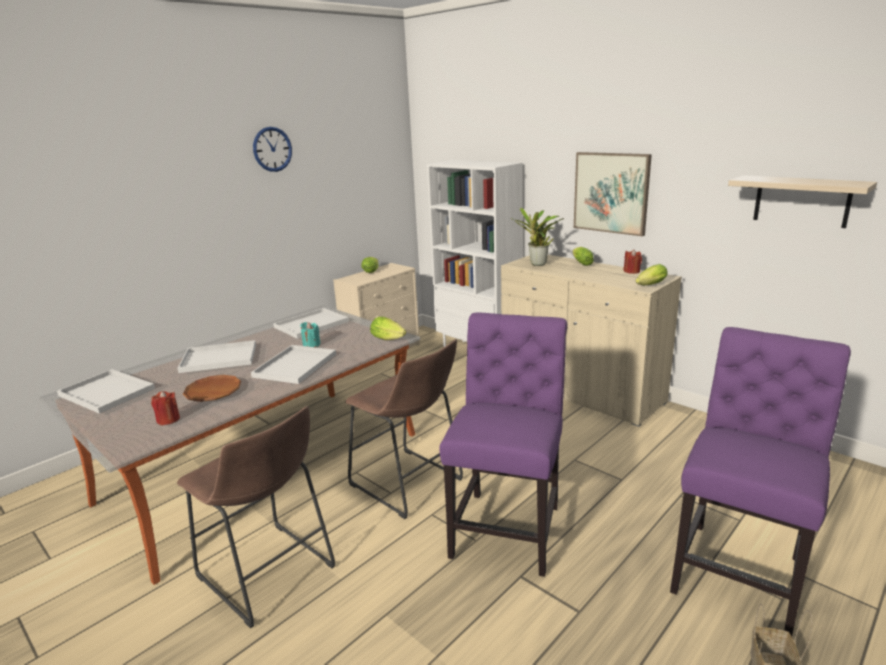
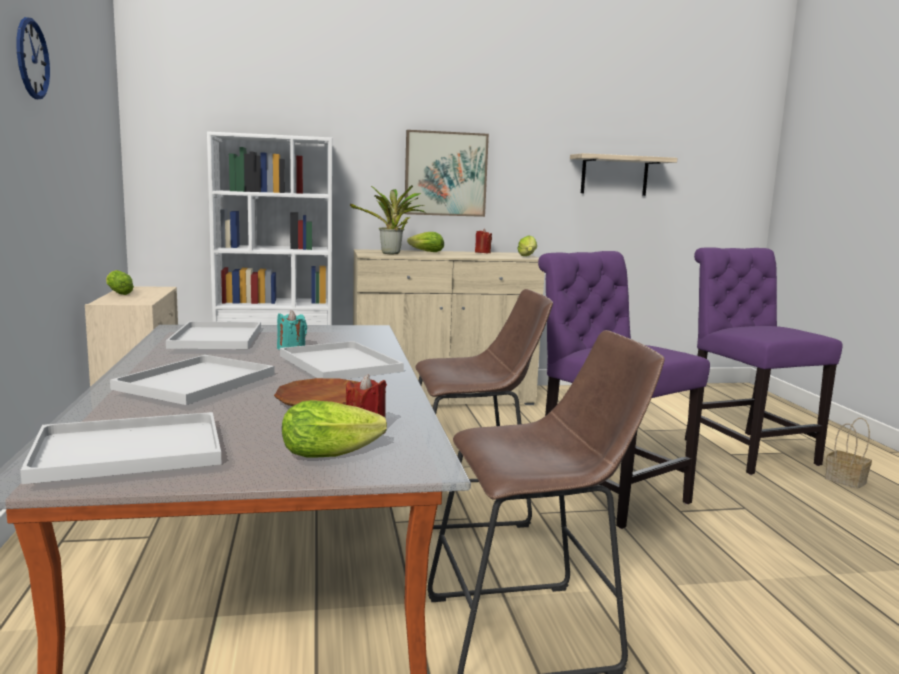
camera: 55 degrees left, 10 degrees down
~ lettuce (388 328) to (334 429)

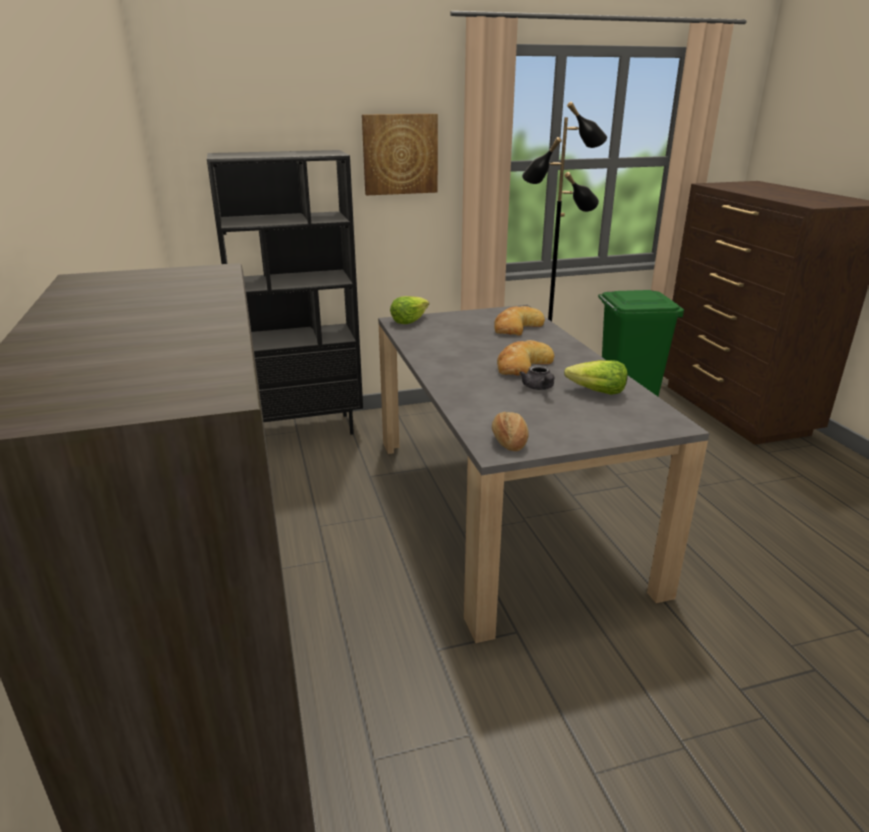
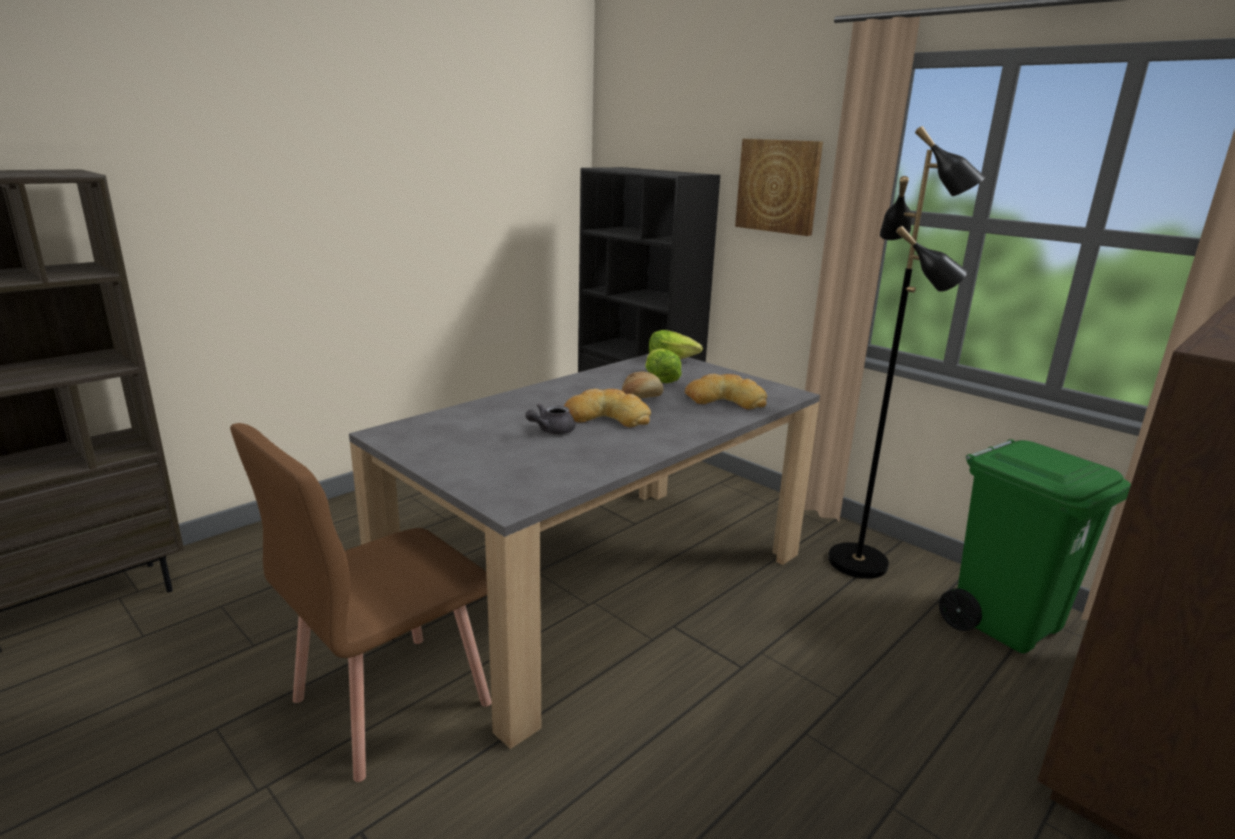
camera: 60 degrees right, 5 degrees down
+ brown chair (360 602)
~ bread (510 431) to (642 385)
~ lettuce (596 377) to (663 366)

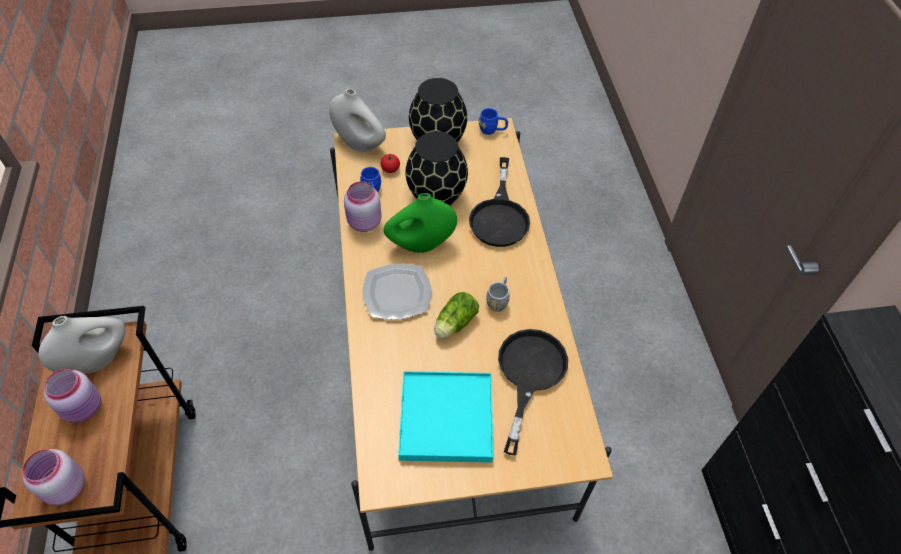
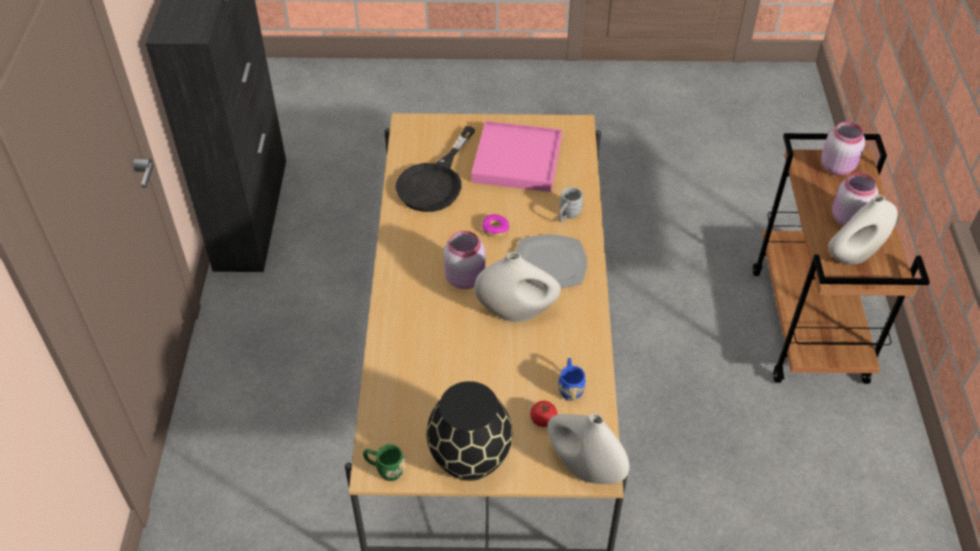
camera: 170 degrees left, 5 degrees down
- black vase (436 169)
- black frying pan (499 202)
~ pink jar (362 206) to (464 260)
~ grey mug (498 294) to (571 204)
~ lettuce (456 315) to donut (496 225)
~ green vase (420 223) to white vase (518 287)
~ turquoise tray (445 417) to pink tray (516 156)
~ blue mug (493 121) to green mug (384 462)

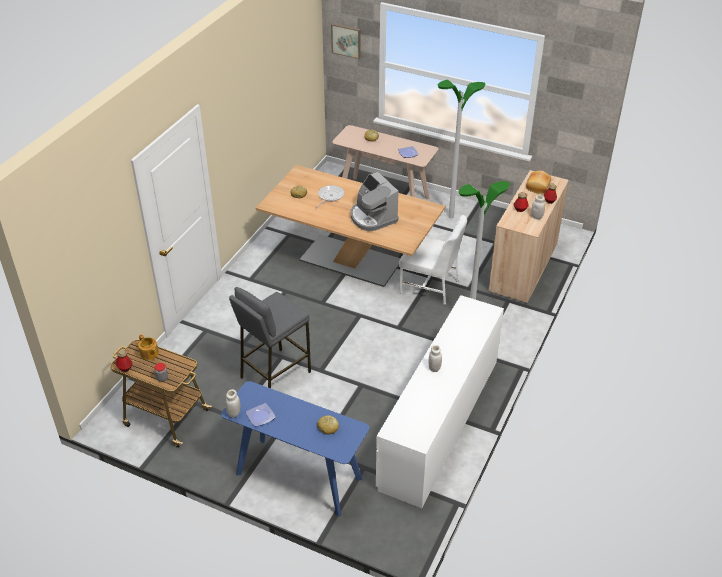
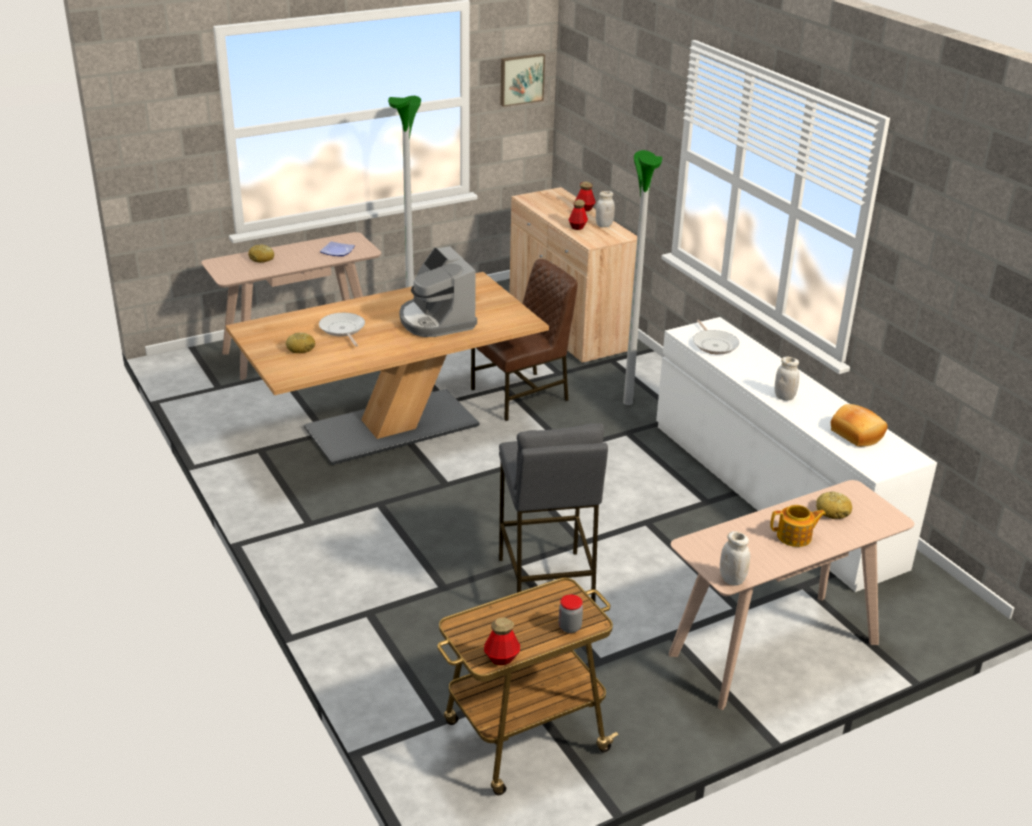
camera: 55 degrees left, 10 degrees down
- plate (261 415)
+ frying pan (716 337)
~ teapot (148 347) to (798 526)
~ picture (346 41) to (523 80)
~ bread (538 182) to (859 425)
~ blue console table (295 449) to beige console table (791 595)
~ white chair (433 260) to brown chair (524 340)
~ coffee machine (375 201) = (438 291) 60 degrees clockwise

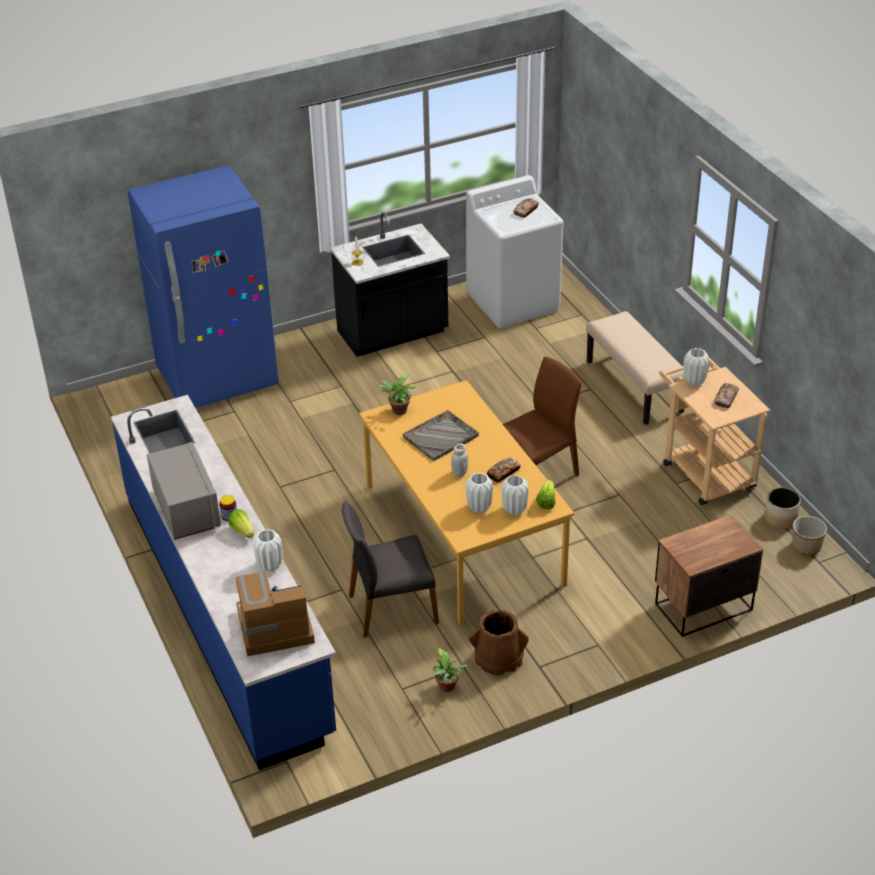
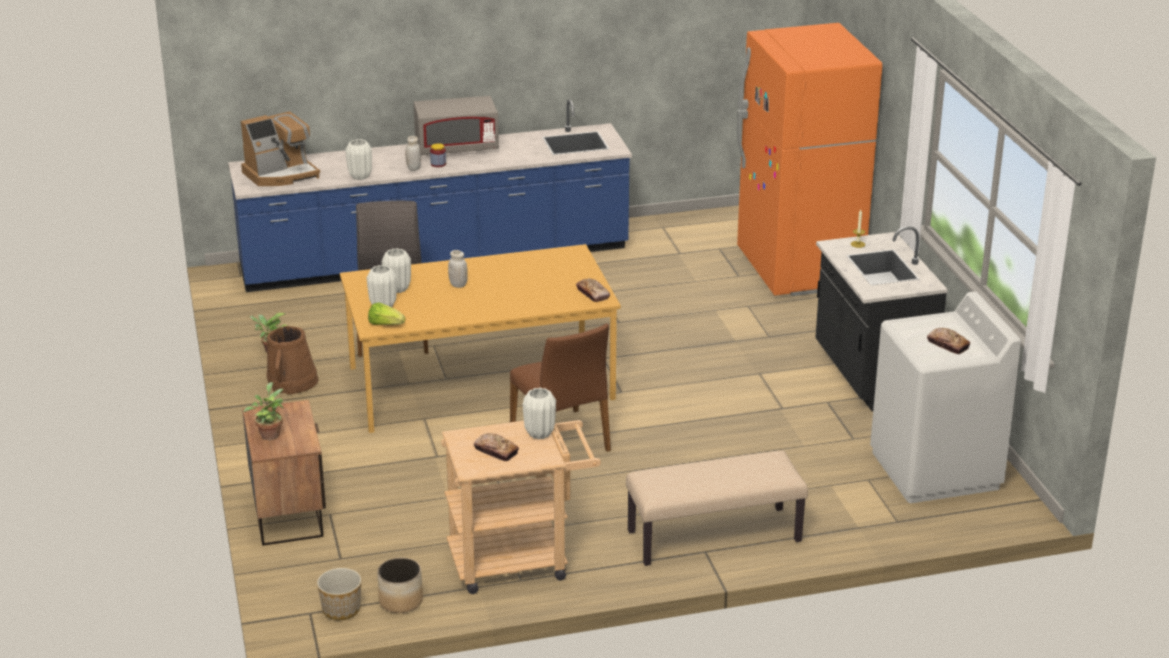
camera: 100 degrees right, 10 degrees down
- grey tray (441 435)
~ potted plant (396 394) to (263 411)
~ bread (504 470) to (593 290)
~ lettuce (241 523) to white jar (413 153)
~ blue fridge (203 287) to orange fridge (809 159)
~ coffee machine (275 613) = (280 148) 60 degrees clockwise

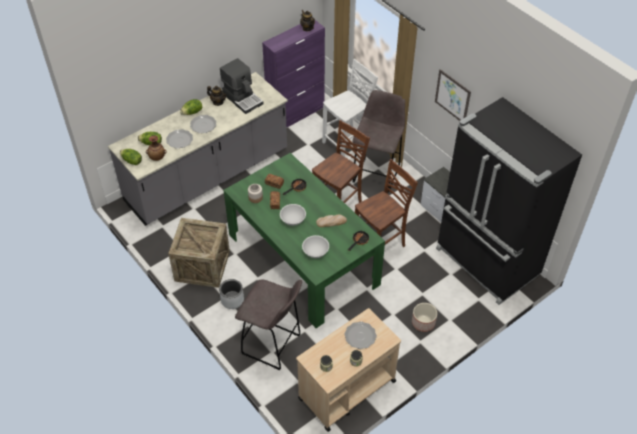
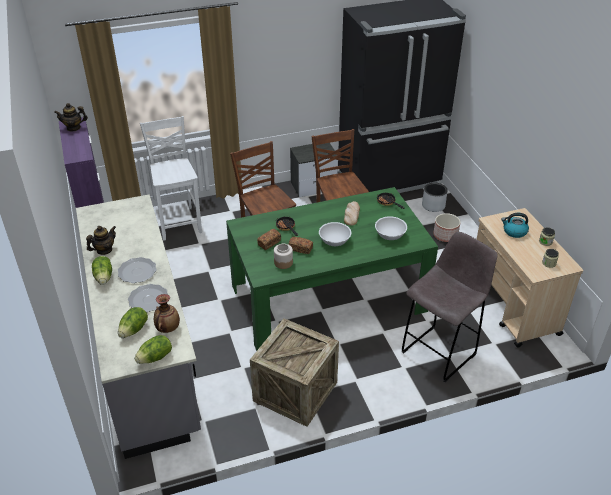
camera: 70 degrees left, 10 degrees down
- coffee machine (242 86)
- grey stool (378 141)
- picture (453 95)
~ grey planter (231 294) to (435 197)
~ plate (360 335) to kettle (515 225)

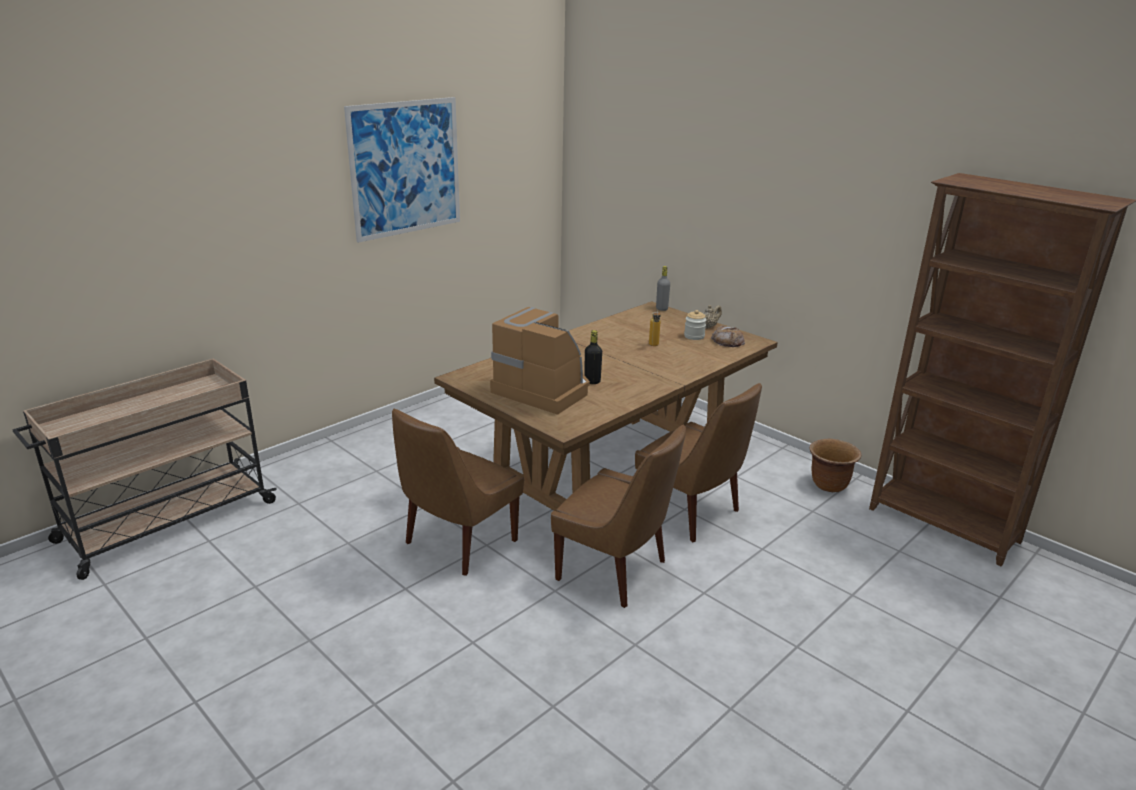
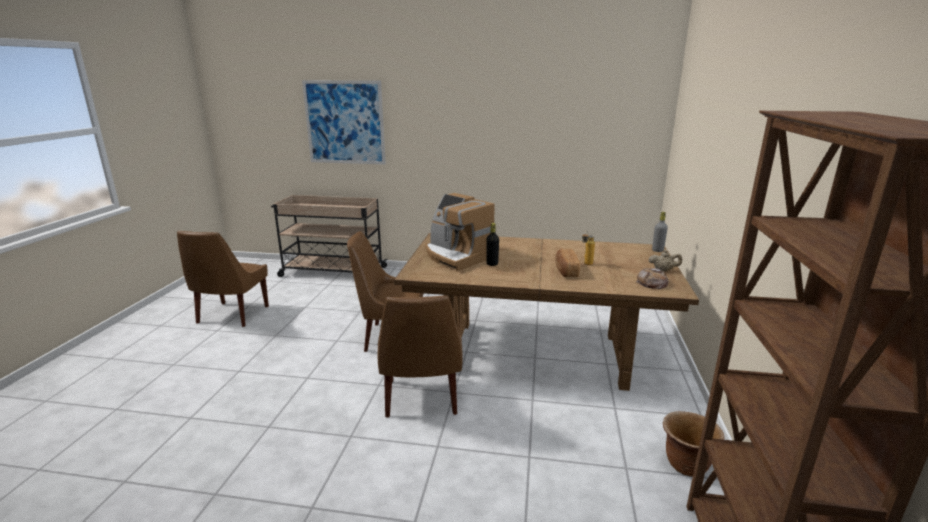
camera: 55 degrees right, 5 degrees down
- jar (695 325)
+ bread (568 263)
~ picture (402 170) to (344 122)
~ brown chair (698 462) to (223 279)
~ coffee machine (540 361) = (460 232) 135 degrees clockwise

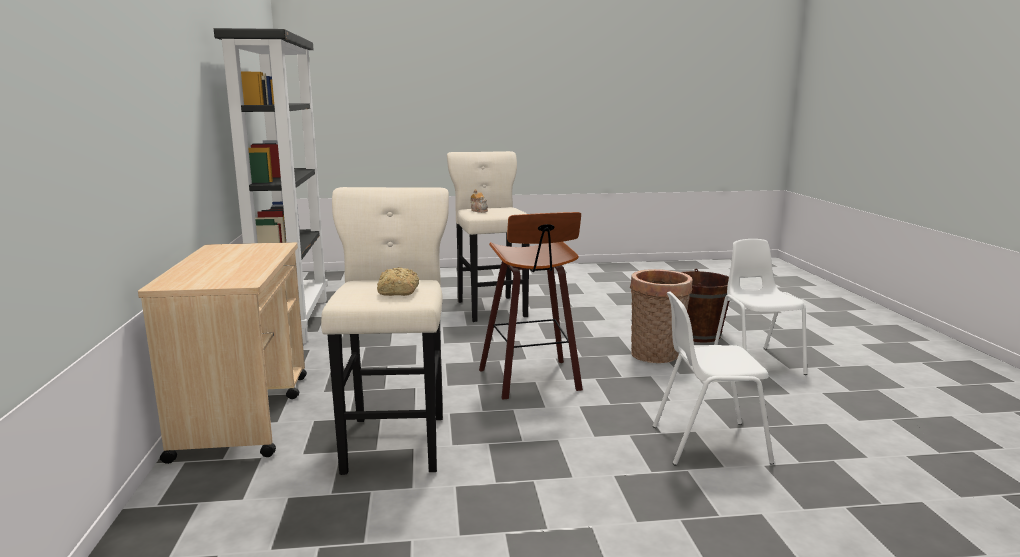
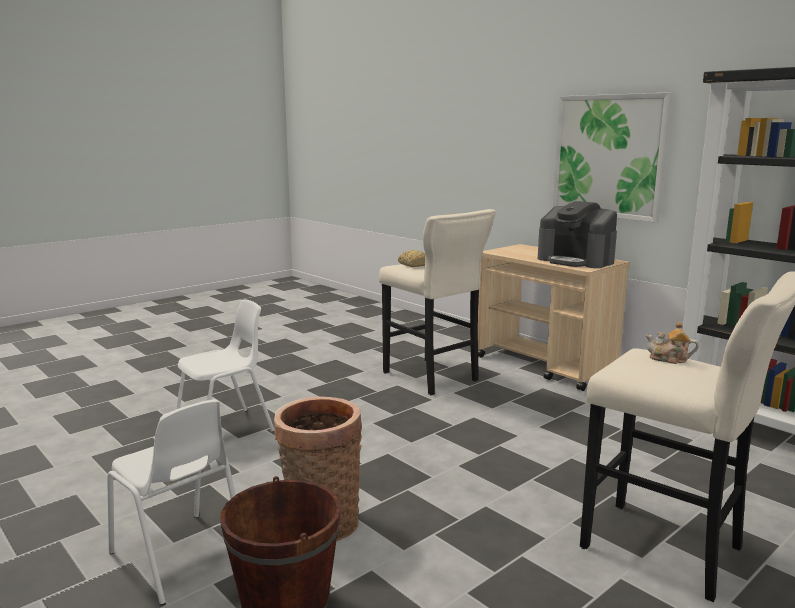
camera: 145 degrees right, 0 degrees up
- stool (531 306)
+ coffee machine (577 234)
+ picture (612 158)

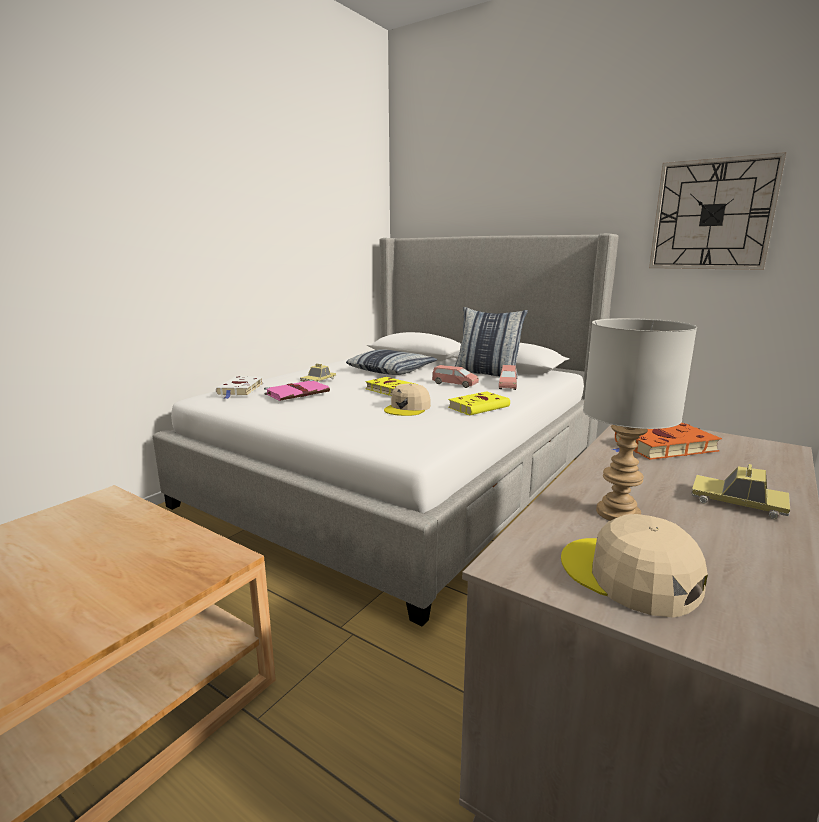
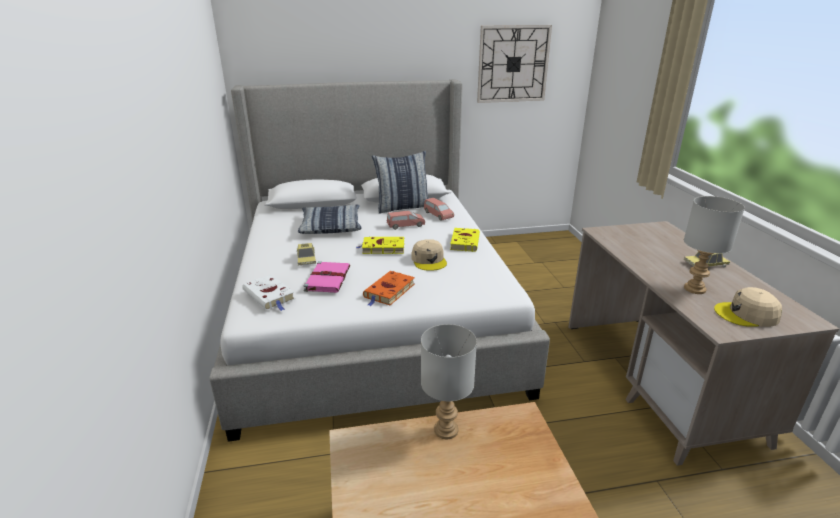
camera: 45 degrees left, 10 degrees up
+ grey table lamp (449 381)
~ orange book (667 441) to (389 288)

